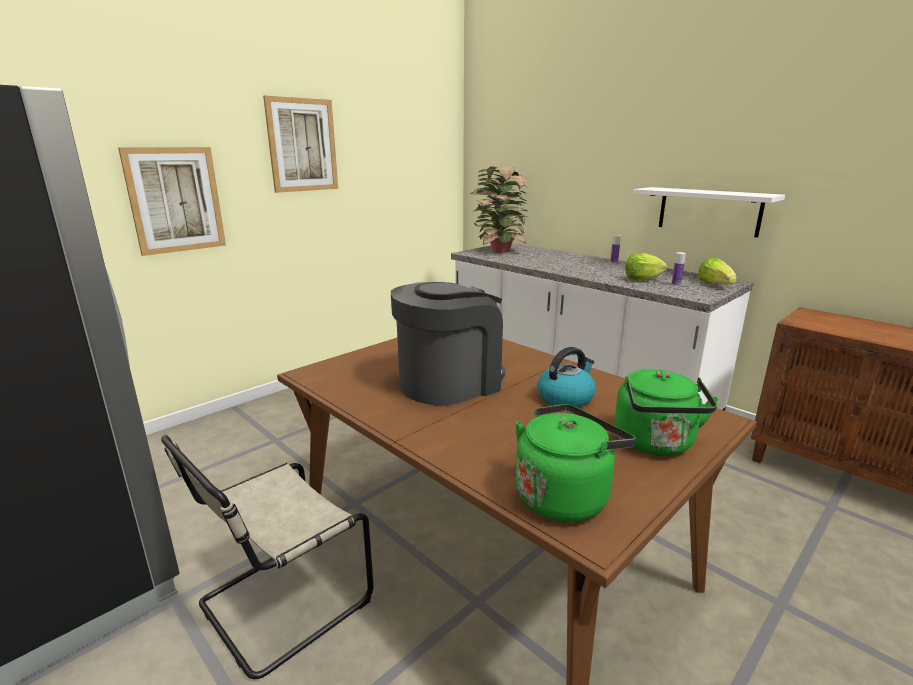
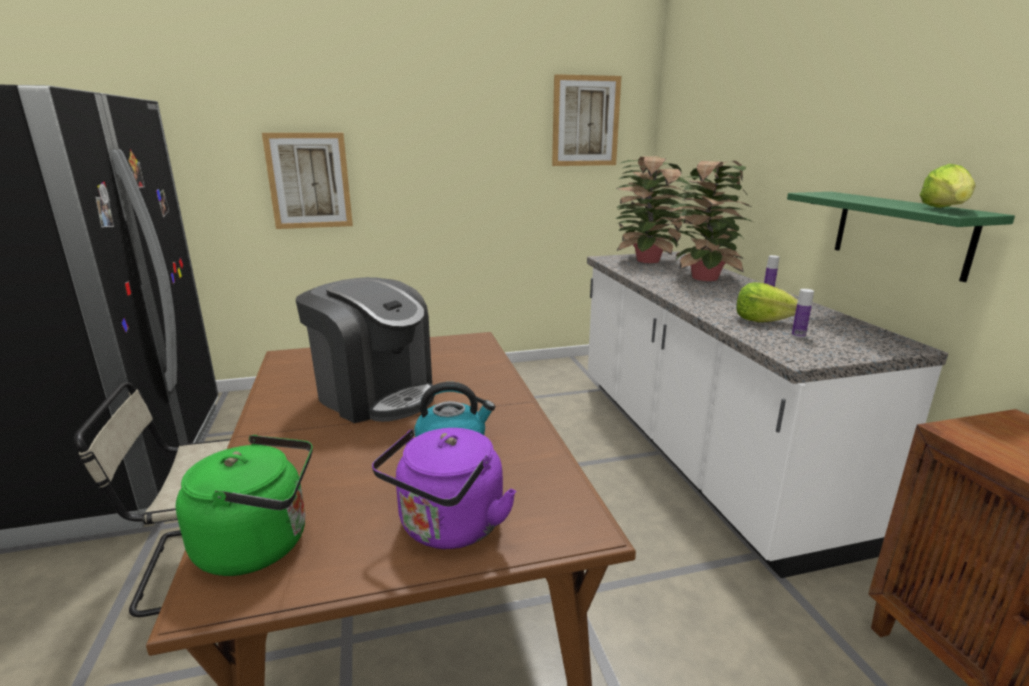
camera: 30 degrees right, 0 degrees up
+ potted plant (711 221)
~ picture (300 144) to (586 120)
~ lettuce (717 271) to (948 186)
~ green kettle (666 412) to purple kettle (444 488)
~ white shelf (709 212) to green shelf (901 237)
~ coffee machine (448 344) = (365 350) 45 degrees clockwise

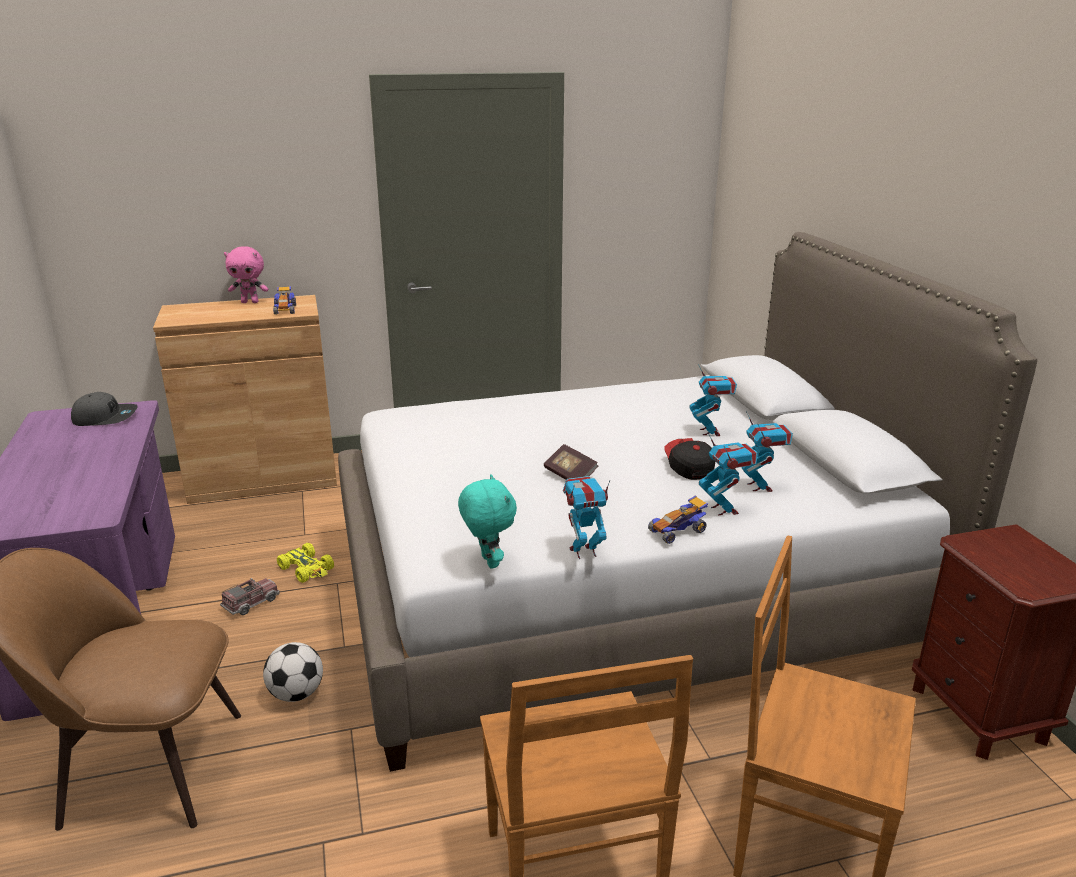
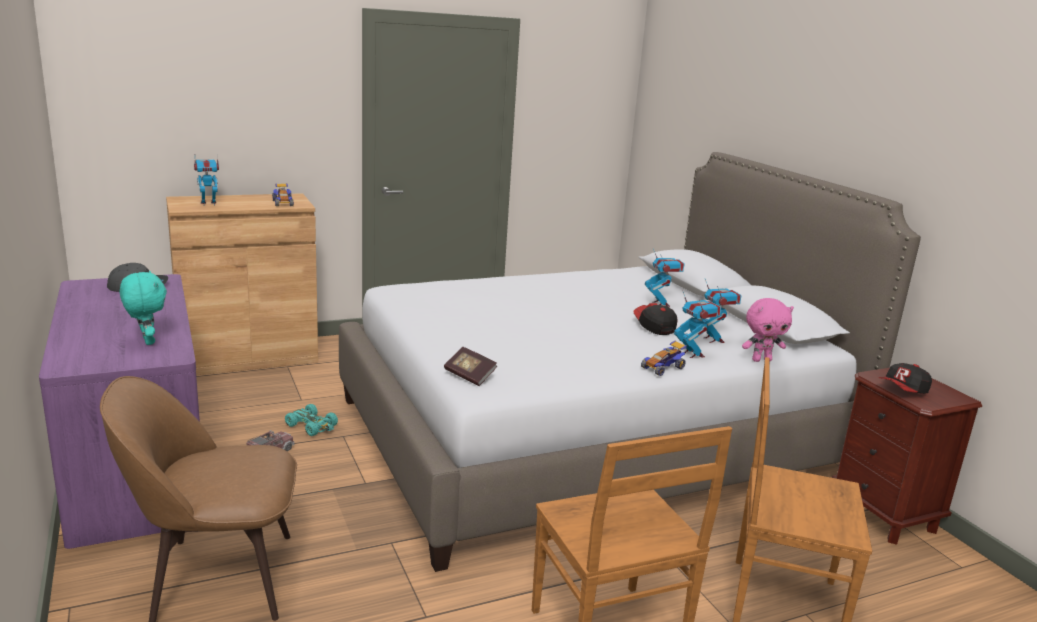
camera: 10 degrees left, 5 degrees down
- football (293 672)
+ cap (905 378)
~ pink plush toy (246 274) to (768 330)
~ turquoise plush toy (487 521) to (143 308)
~ book (571 462) to (470 366)
~ toy robot (586 517) to (206 180)
~ yellow toy car (305 563) to turquoise toy car (311 420)

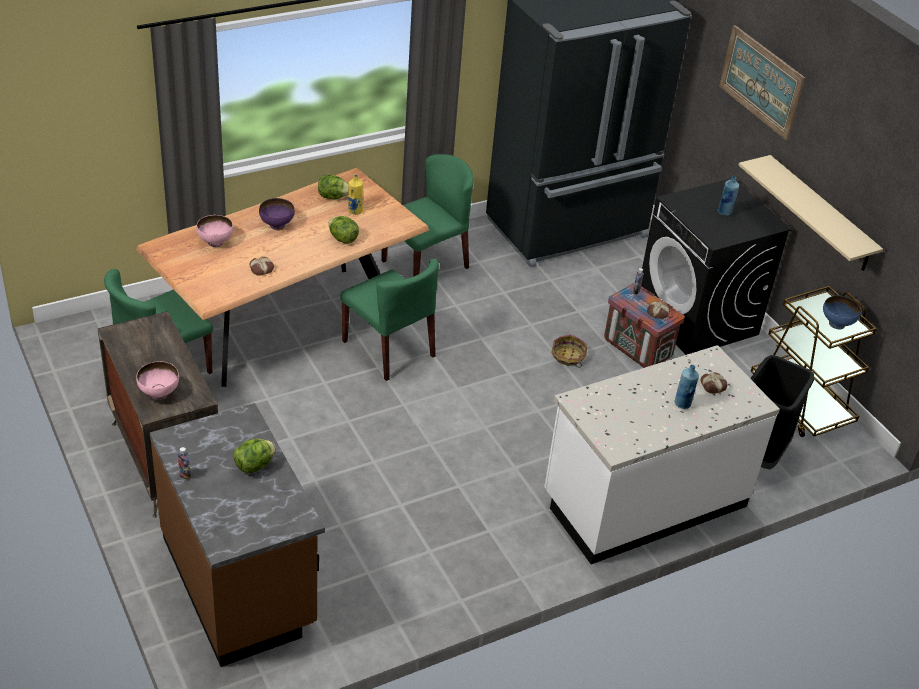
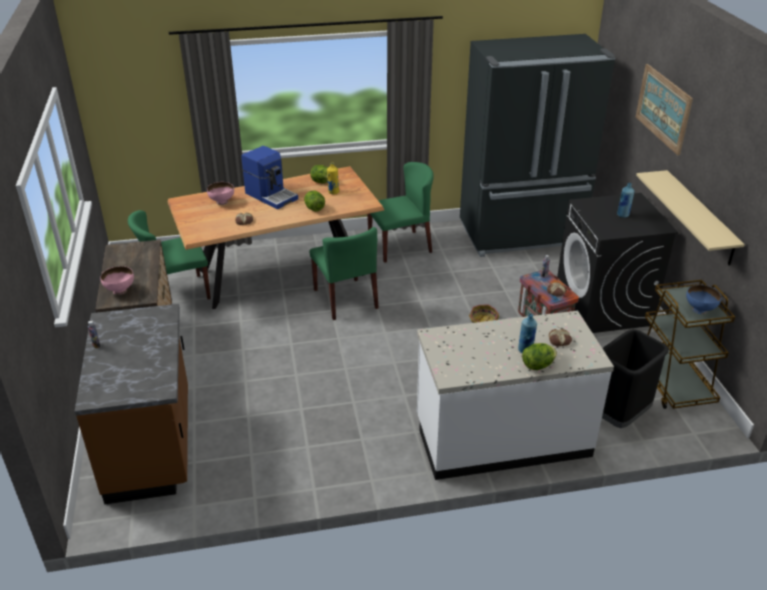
camera: 20 degrees right, 5 degrees down
~ lettuce (254 456) to (539 356)
~ purple bowl (277 214) to coffee machine (269 177)

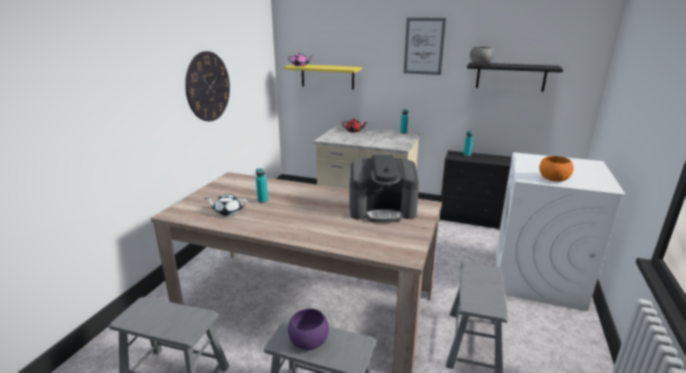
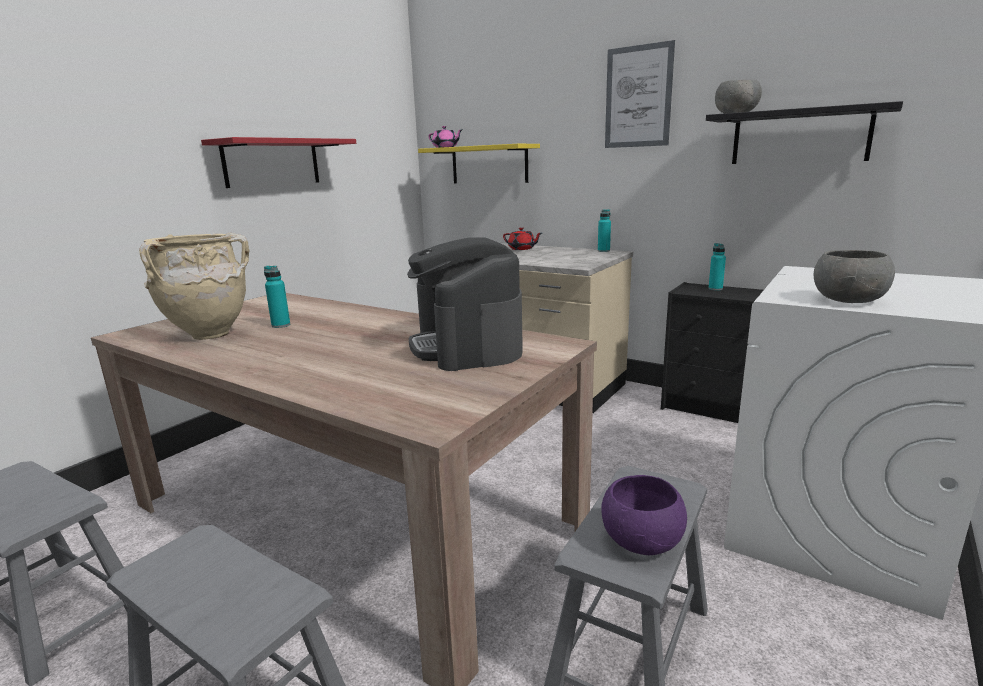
camera: 15 degrees right, 5 degrees down
~ purple bowl (308 329) to (644 515)
~ wall clock (207 86) to red shelf (278 162)
~ white teapot (225 205) to beige vase (194 286)
~ orange bowl (556 169) to grey bowl (854 276)
~ coffee machine (384 188) = (465 304) 60 degrees clockwise

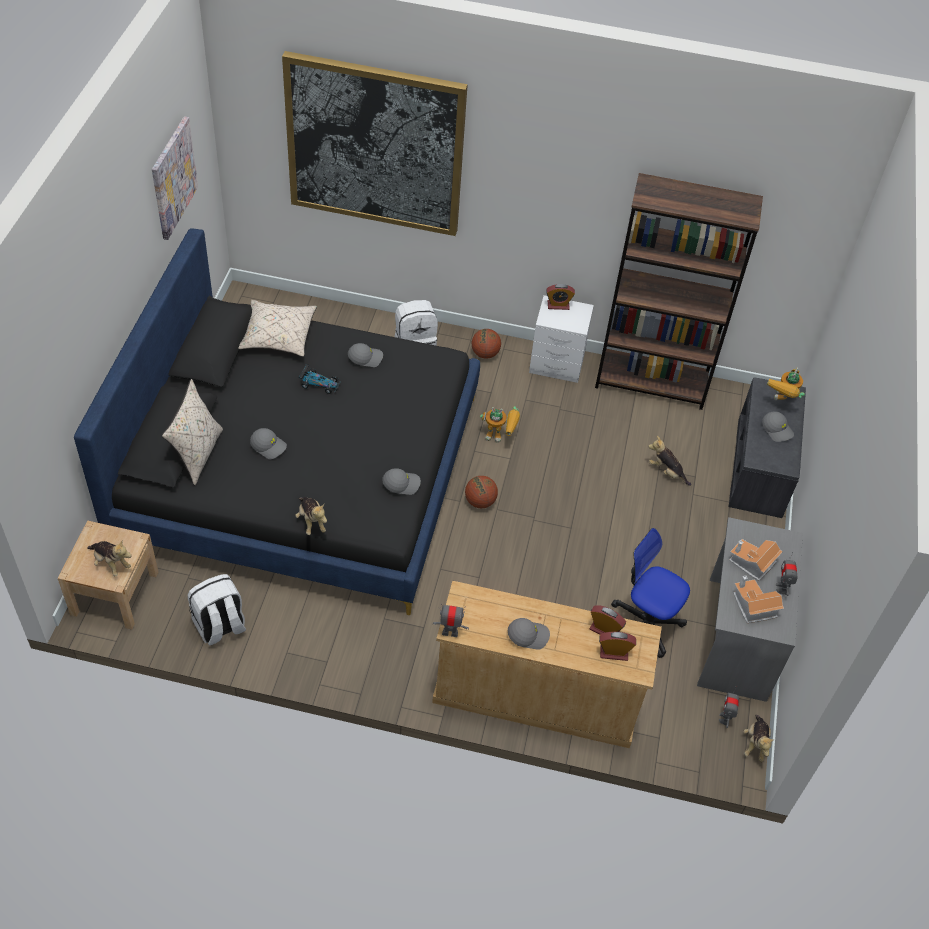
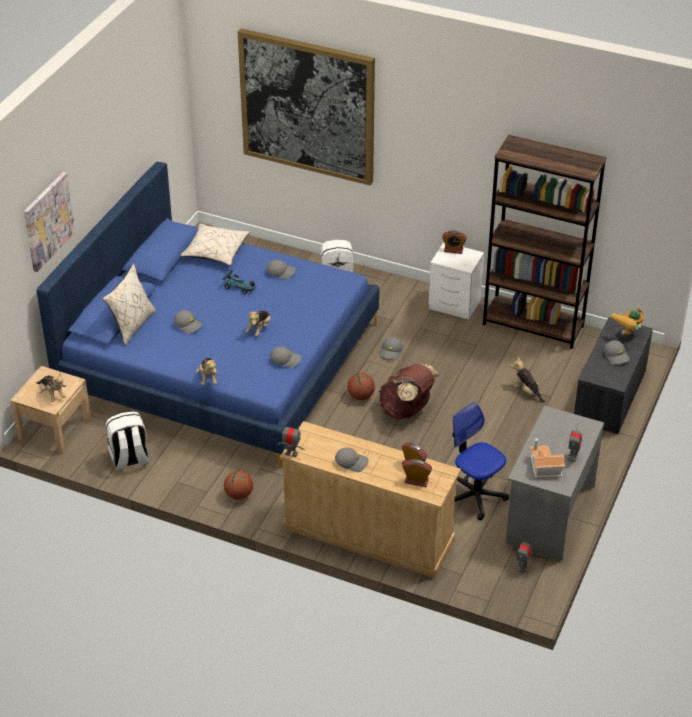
camera: 15 degrees right, 10 degrees down
- toy house (756 560)
+ brown backpack (409 392)
~ picture (175 178) to (49 222)
~ basketball (486 344) to (238 485)
~ plush toy (759 738) to (258 323)
~ toy robot (500 424) to grey cap (391 348)
~ black bed (277 421) to blue bed (207 315)

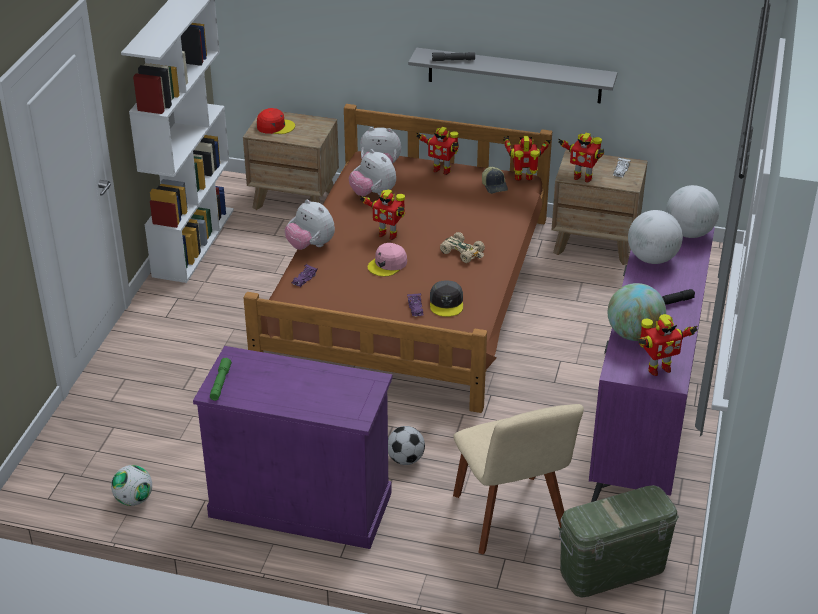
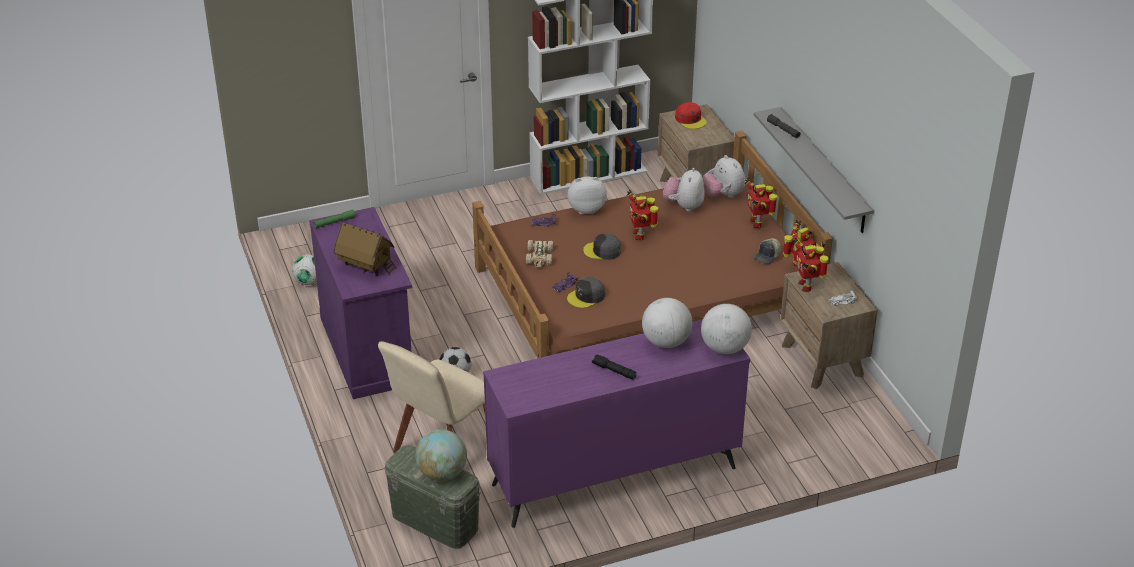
camera: 55 degrees right, 0 degrees up
- toy robot (668 345)
+ toy house (365 249)
~ beige toy car (462 247) to (539 253)
~ globe (637 312) to (441 455)
~ pink cap (387 259) to grey cap (602 246)
~ plush toy (310 224) = (587 195) 75 degrees clockwise

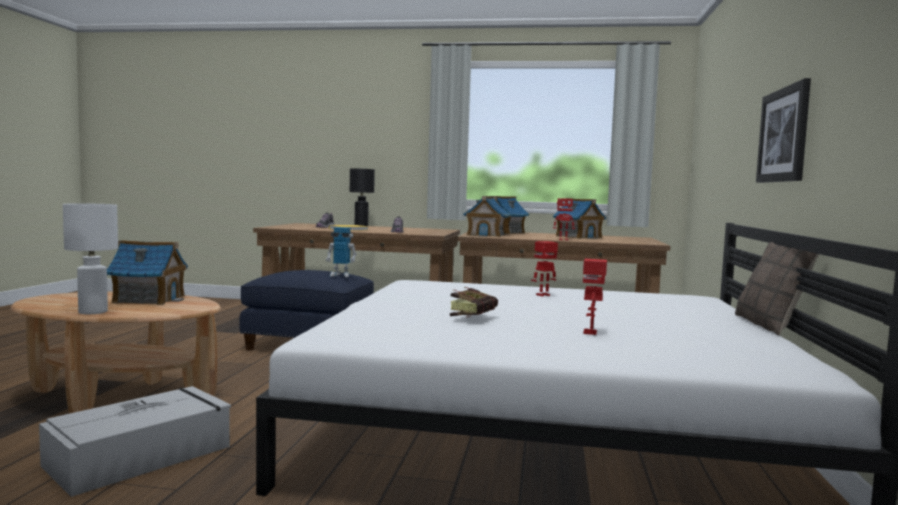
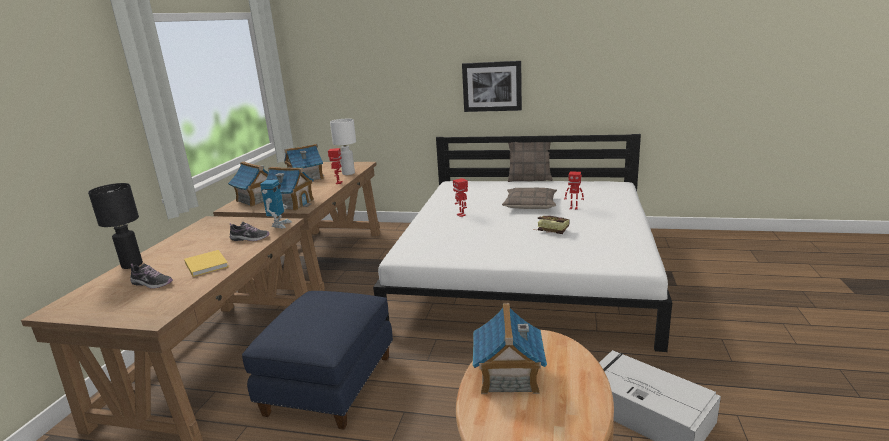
camera: 85 degrees left, 15 degrees up
+ pillow (529 198)
~ white table lamp (90 258) to (343 147)
~ toy robot (341 252) to (276 204)

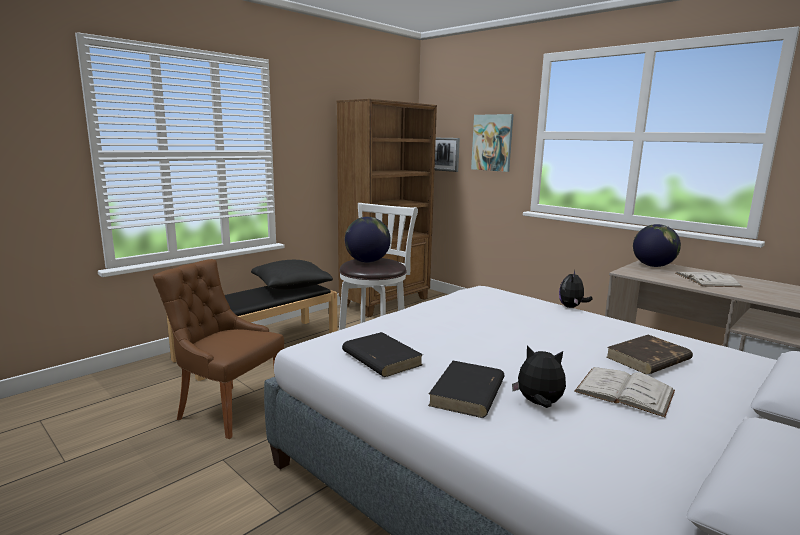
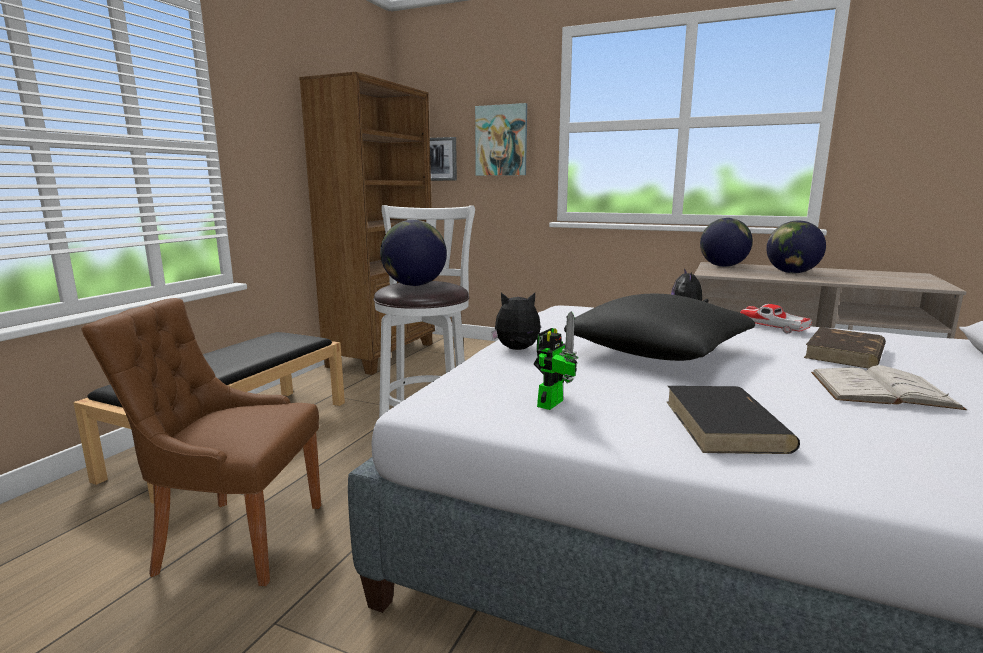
camera: 20 degrees left, 0 degrees up
+ toy car (776 319)
~ black pillow (292 275) to (659 327)
~ plush toy (539 376) to (516 321)
~ black book (382 354) to toy robot (556 360)
~ white book (709 279) to globe (796 247)

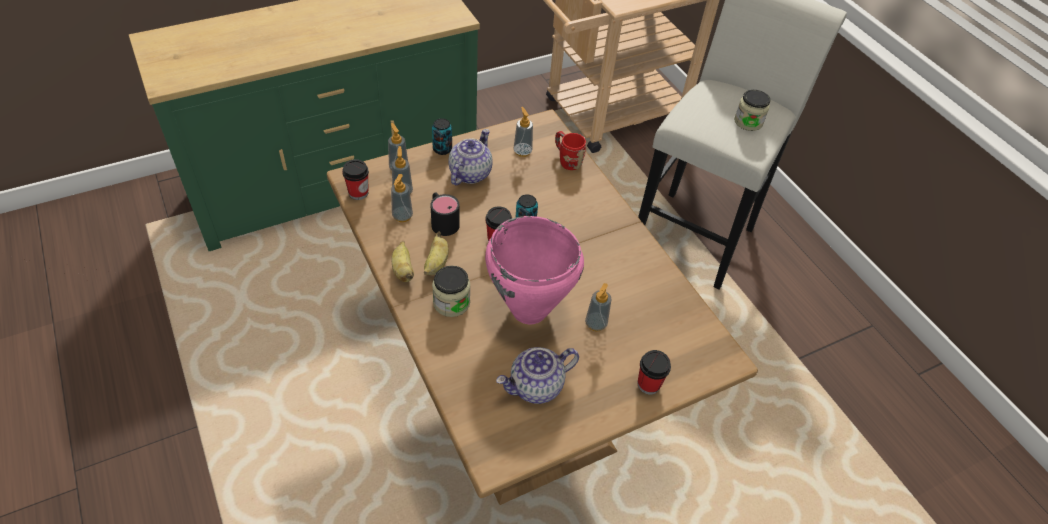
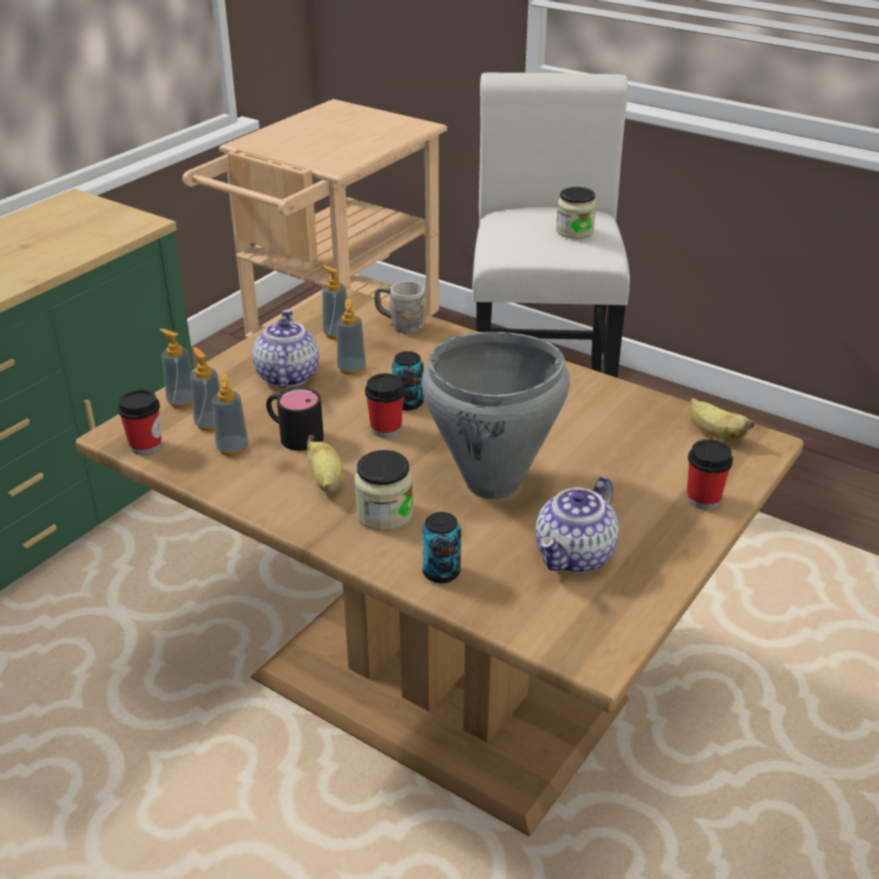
camera: 25 degrees left, 15 degrees down
~ banana (402 261) to (722 419)
~ can (442 136) to (441 547)
~ soap dispenser (598 307) to (351 336)
~ pink cooking pot (534 270) to grey cooking pot (496 415)
~ red mug (570 150) to grey mug (400 307)

